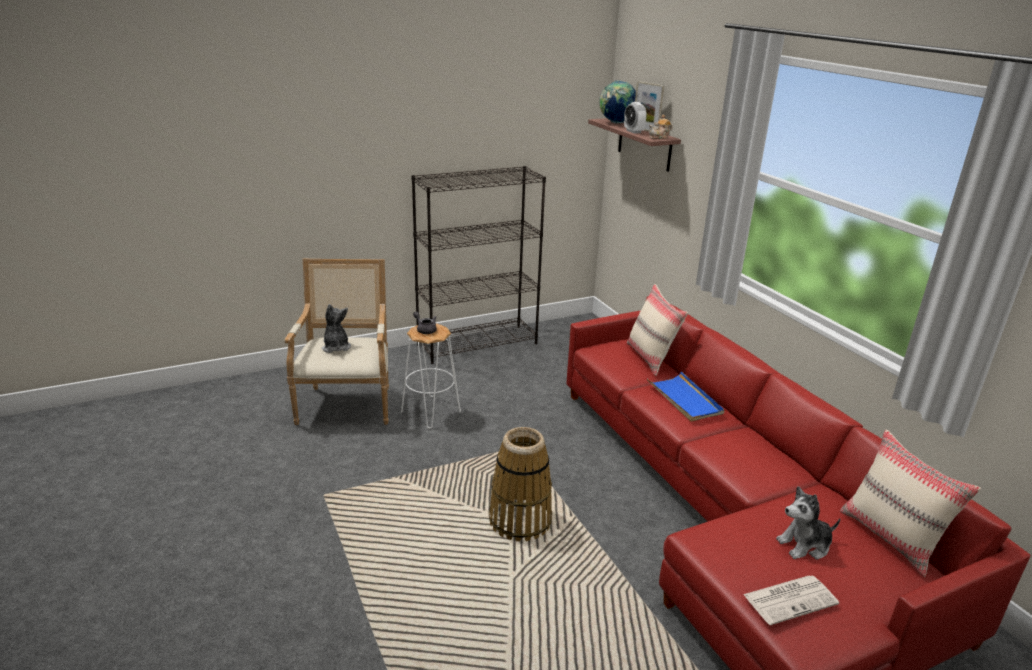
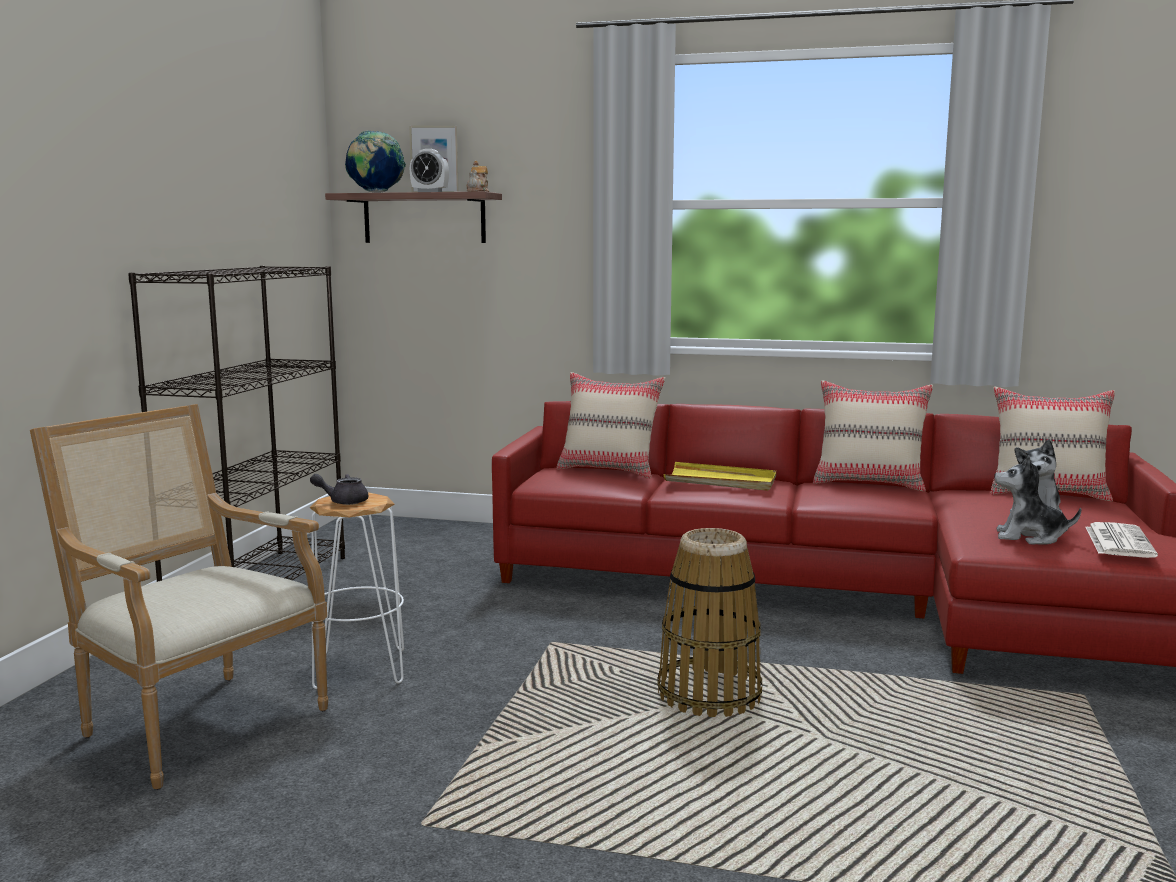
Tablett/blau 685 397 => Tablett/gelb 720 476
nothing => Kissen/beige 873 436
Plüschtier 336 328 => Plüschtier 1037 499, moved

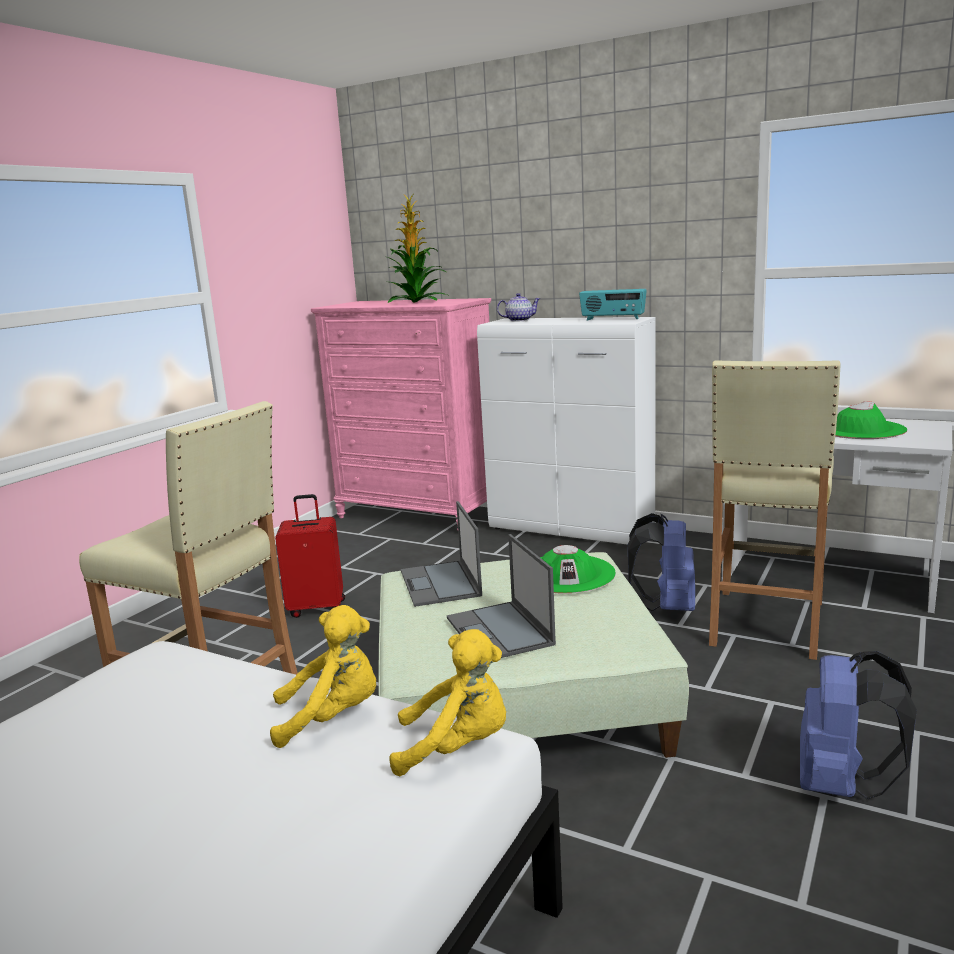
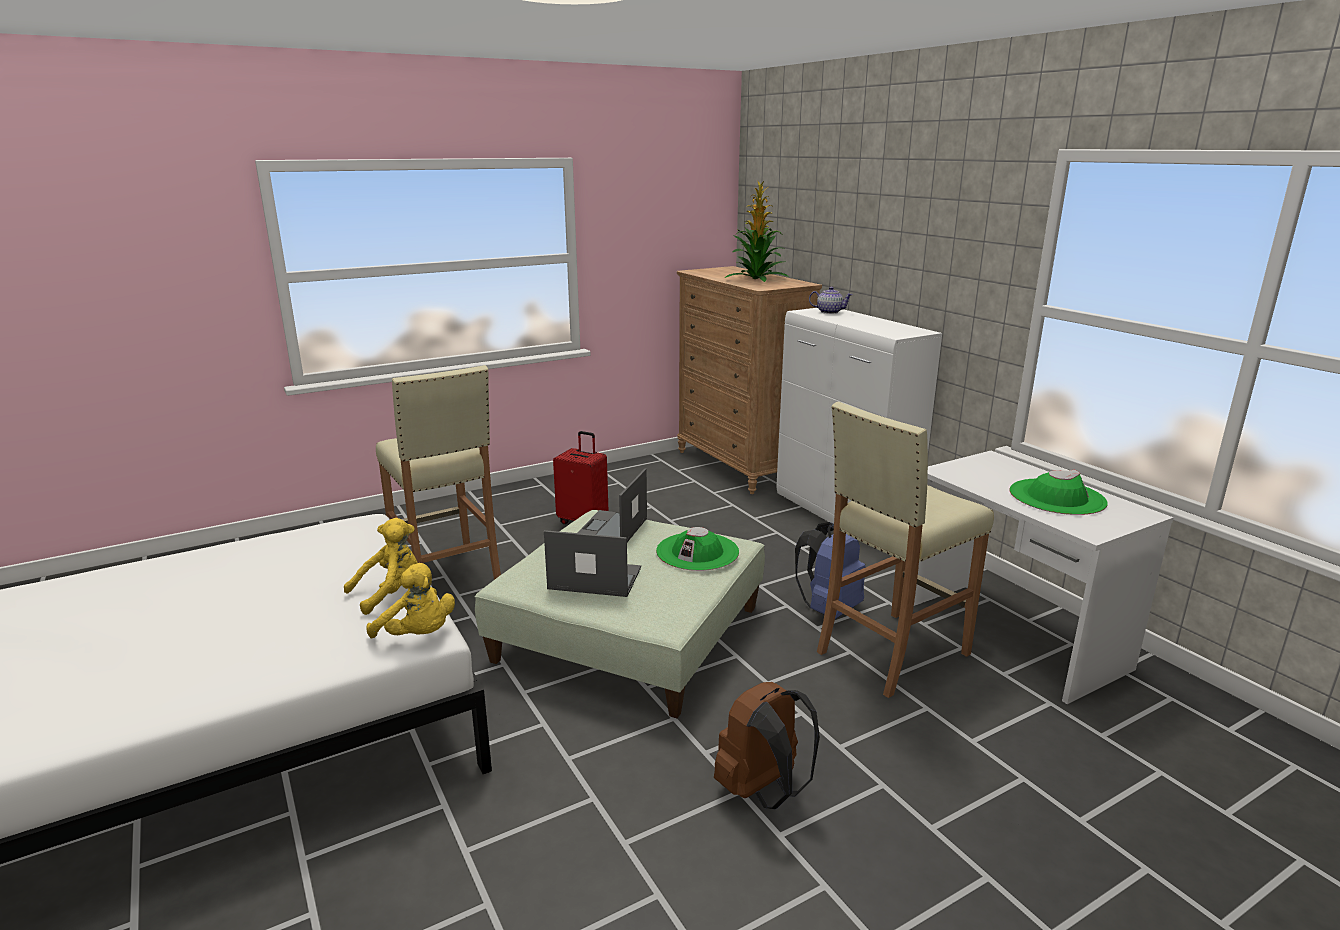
Plüschtier/gelb 323 676 => Plüschtier/gelb 381 566, 60 degrees counterclockwise
Laptop 501 596 => Laptop 592 563, 90 degrees clockwise
Kommode/rosa 401 414 => Kommode/braun 749 380
Rucksack/blau 858 725 => Rucksack/braun 767 745
Radio 613 304 => nothing

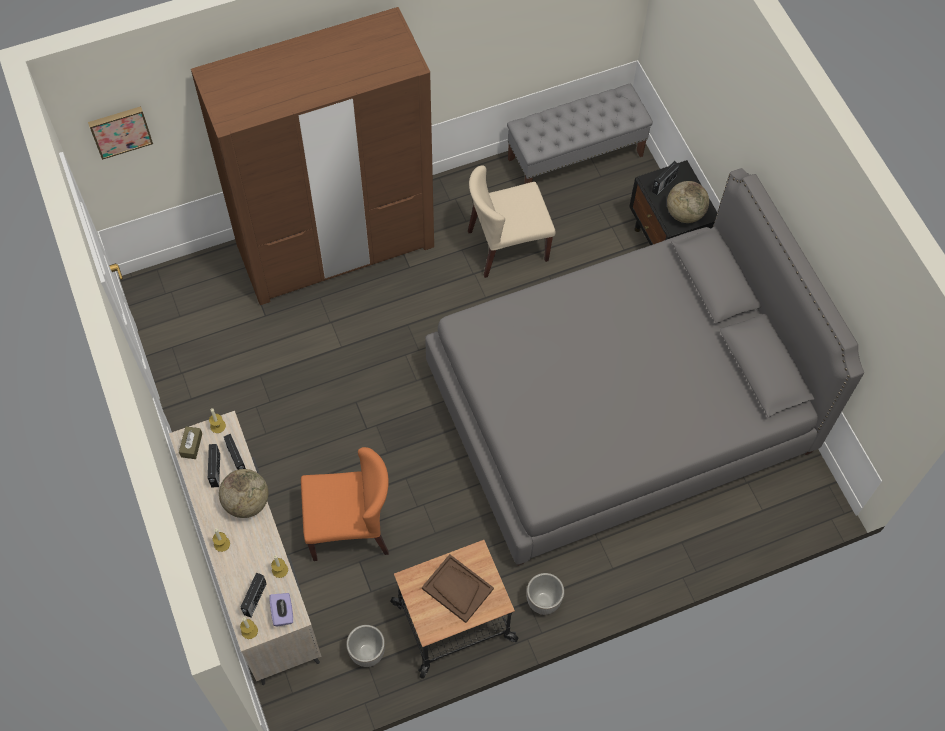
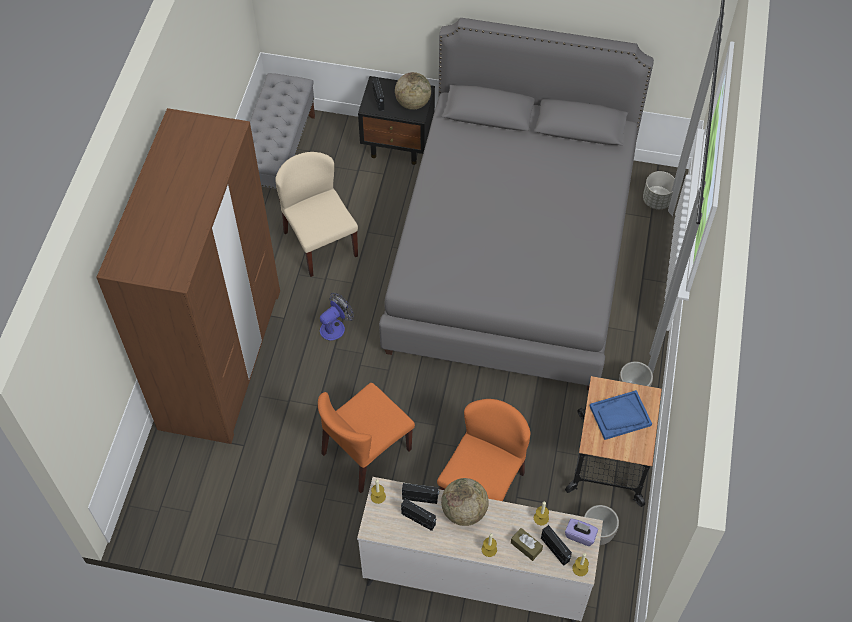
Stuhl/beige 512 222 => Stuhl/beige 316 214, 135 degrees clockwise
nothing => Stuhl/orange 366 438
nothing => Ventilator 337 317
Taschentuchbox/braun 190 442 => Taschentuchbox/braun 527 544, moved
Tablett/braun 458 588 => Tablett/blau 621 415
nothing => Pflanzkübel/grau 659 190
Bild 120 133 => nothing

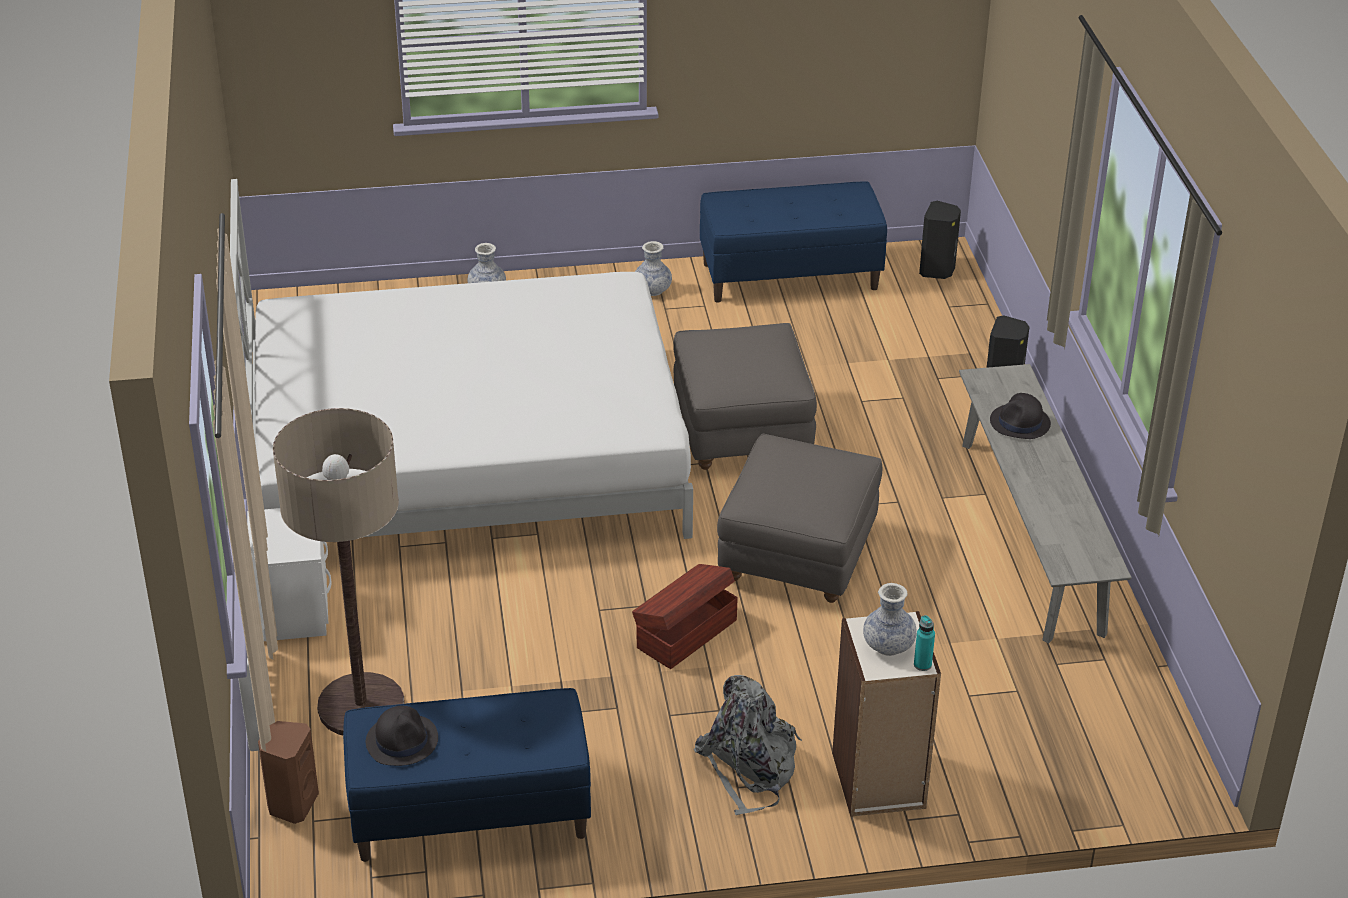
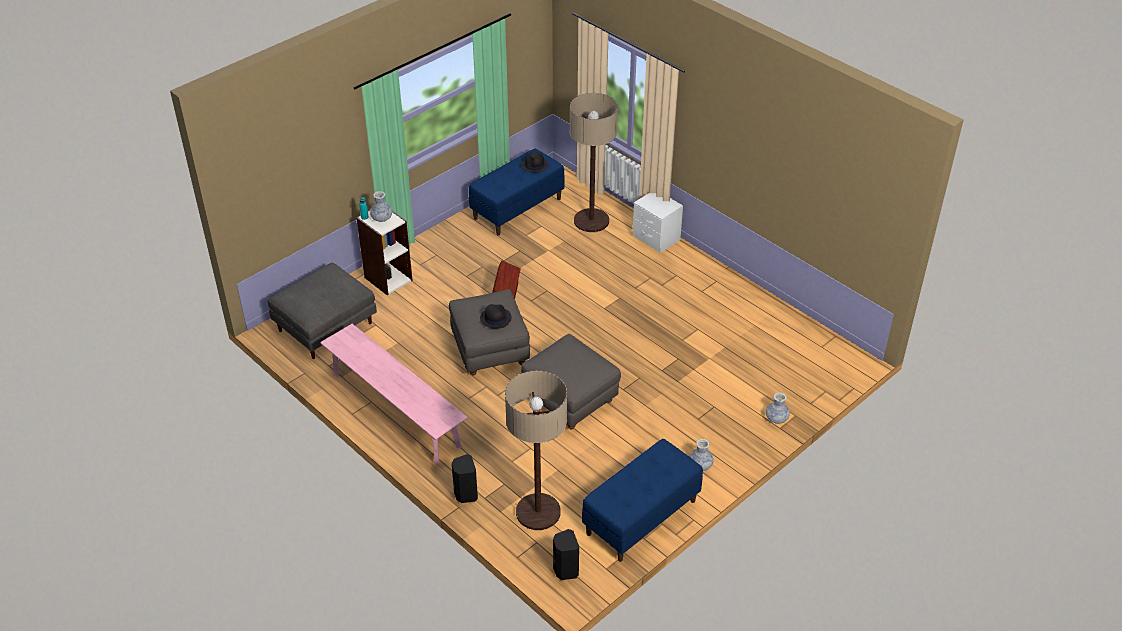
nothing => Polsterhocker/grau 322 311
Bank/grau 1045 504 => Bank/rosa 394 394
Hut/schwarz 1020 416 => Hut/schwarz 496 316, moved
nothing => Stehlampe 536 450
Bett/weiß 461 359 => nothing
Lautsprecher/braun 288 772 => nothing
Rucksack/grau 748 745 => nothing

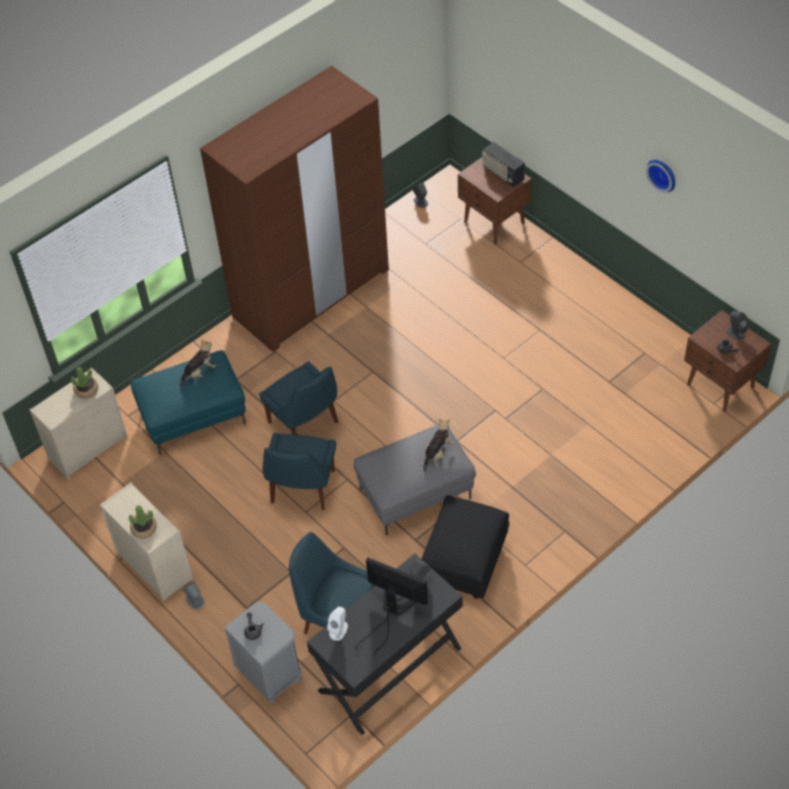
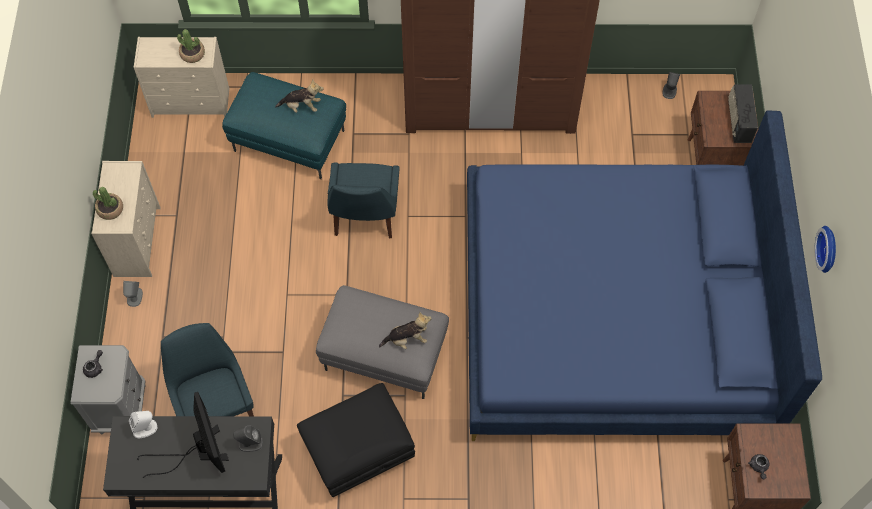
nothing => Bett/blau 644 275
Stuhl/blau 299 471 => nothing
Lautsprecher/grau 737 325 => nothing

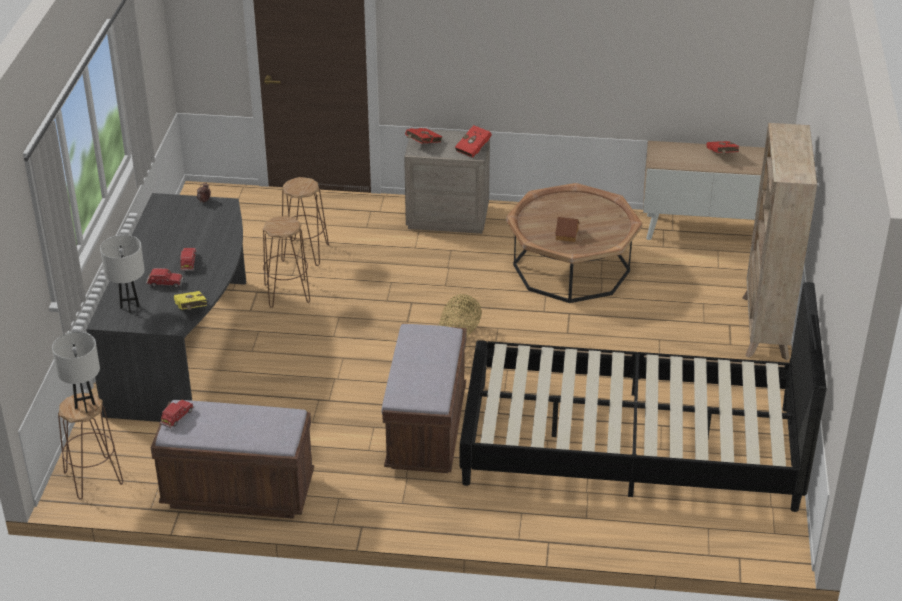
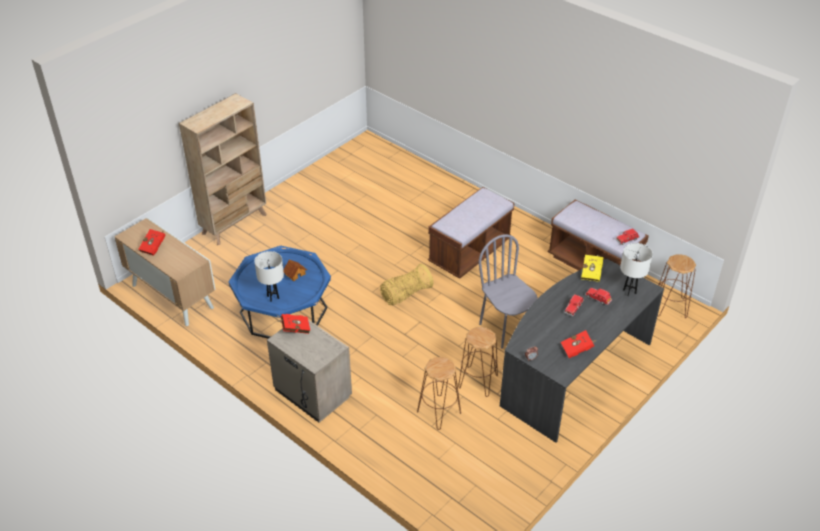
Couchtisch/braun 574 243 => Couchtisch/blau 280 292
Tischlampe/weiß 76 372 => Tischlampe/weiß 269 276, moved
nothing => Stuhl/grau 508 291
Buch/rot 423 136 => Buch/rot 578 344, moved
Bett/schwarz 643 397 => nothing

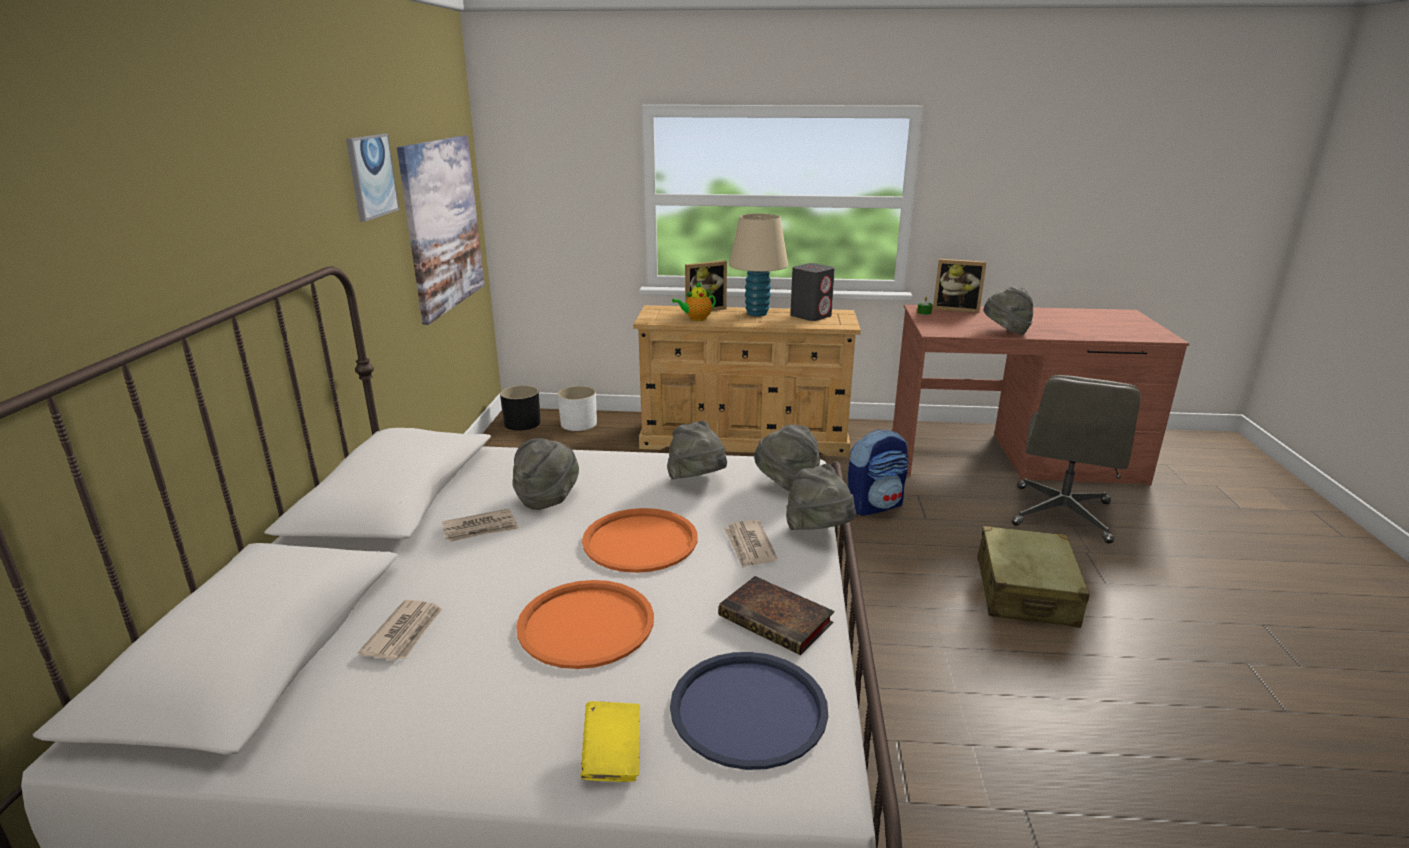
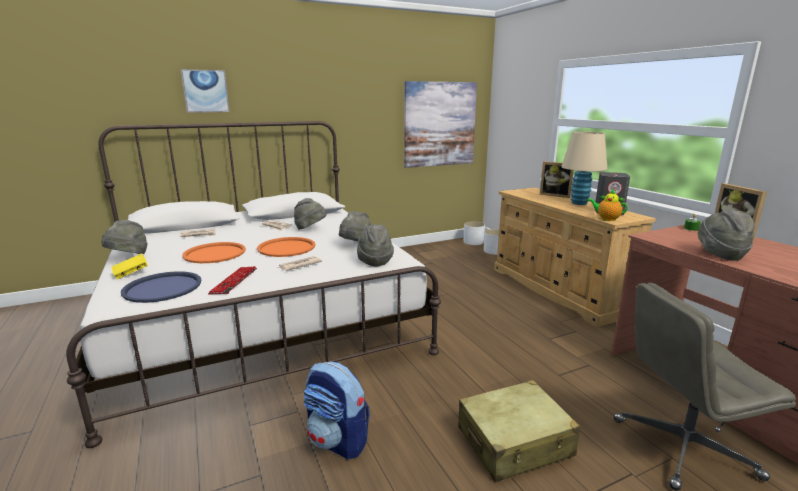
Hut/grau 821 497 => Hut/grau 125 237, moved
Bild 372 178 => Bild 205 91, moved
Buch 776 615 => Tastatur 232 280
Rucksack 878 472 => Rucksack 336 410, moved
Pflanzkübel/schwarz 520 408 => Pflanzkübel/weiß 474 233
Teekanne 694 301 => Teekanne 607 205, moved

